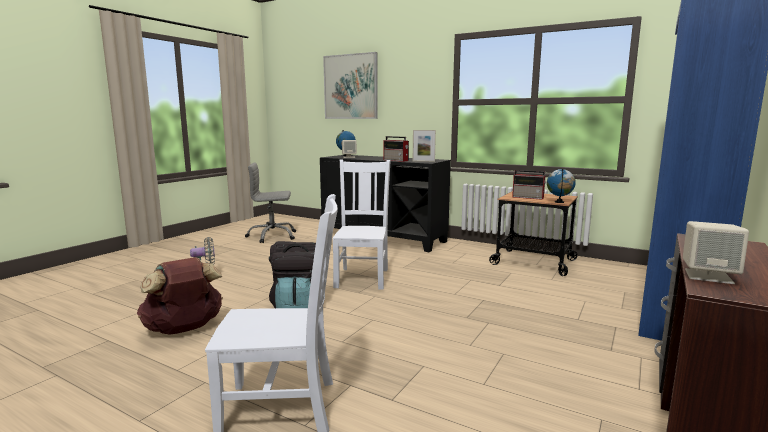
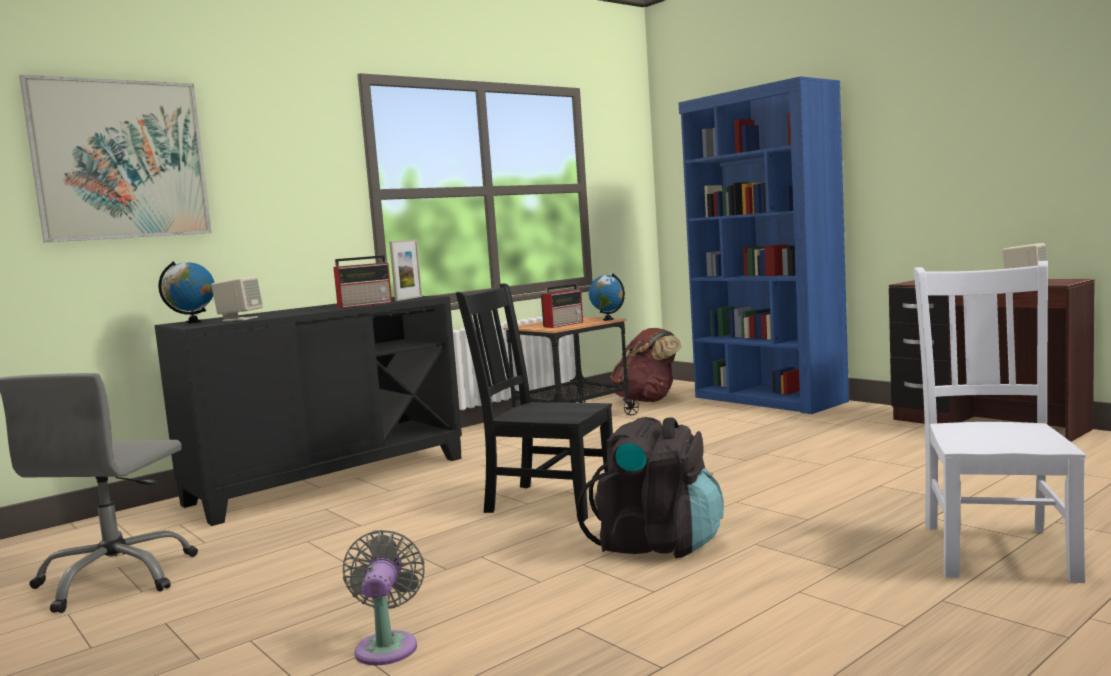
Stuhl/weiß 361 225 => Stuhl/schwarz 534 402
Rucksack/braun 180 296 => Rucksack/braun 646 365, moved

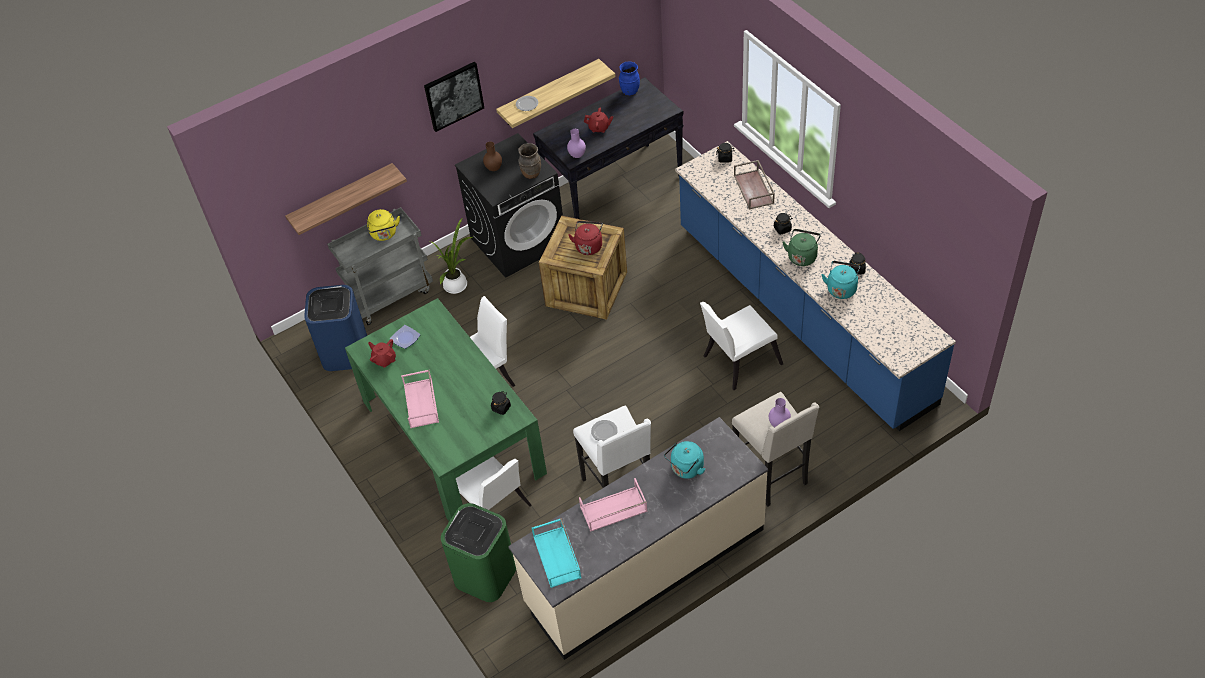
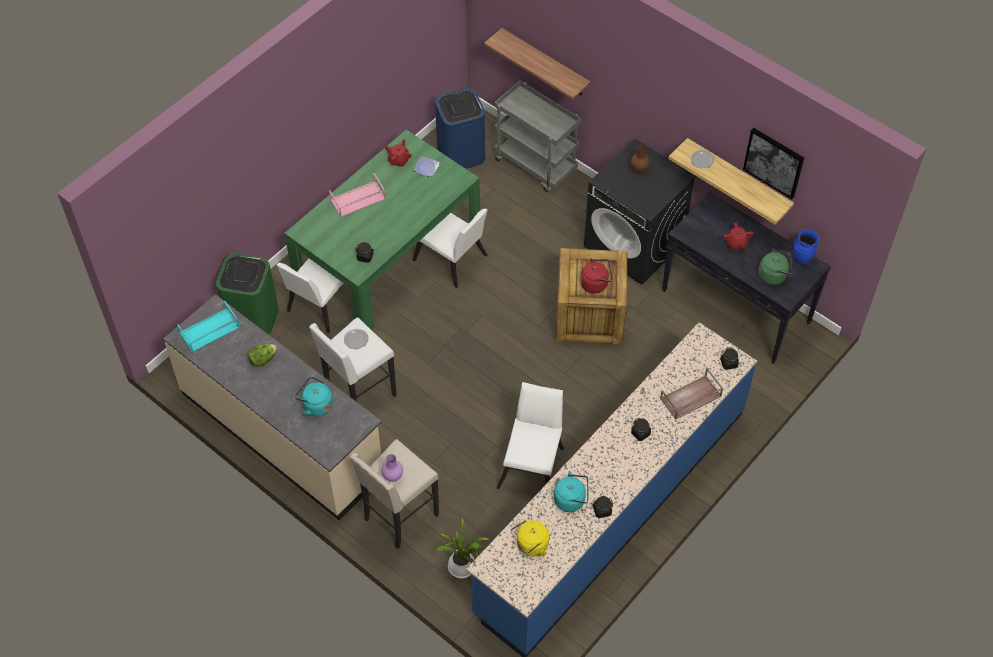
Tablett/rosa 613 505 => Salatkopf 262 355
Topfpflanze 451 256 => Topfpflanze 463 548, moved
Stuhl/weiß 741 346 => Stuhl/weiß 530 435, 60 degrees clockwise
Wasserkessel/gelb 383 225 => Wasserkessel/gelb 530 538, moved
Bild 454 97 => Bild 773 163, moved
Wasserkessel/grün 801 247 => Wasserkessel/grün 775 266, moved
Vase/braun 529 161 => nothing
Vase/lila 576 143 => nothing

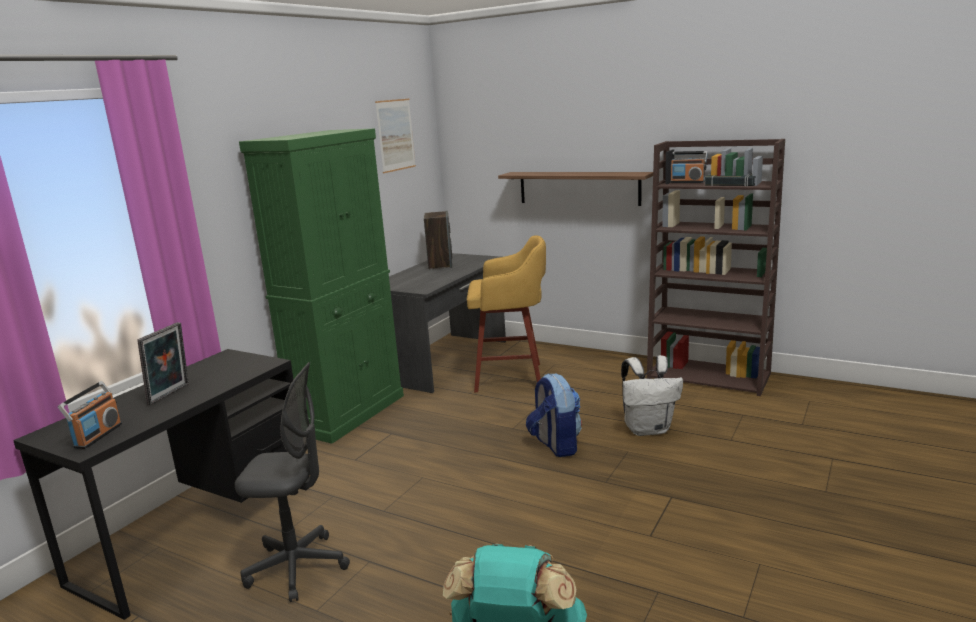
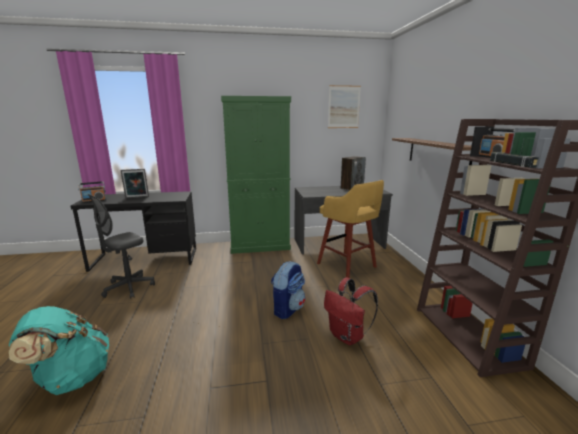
Bürostuhl/grau 292 482 => Bürostuhl/grau 121 246, 75 degrees clockwise
Rucksack/weiß 652 395 => Rucksack/rot 351 311

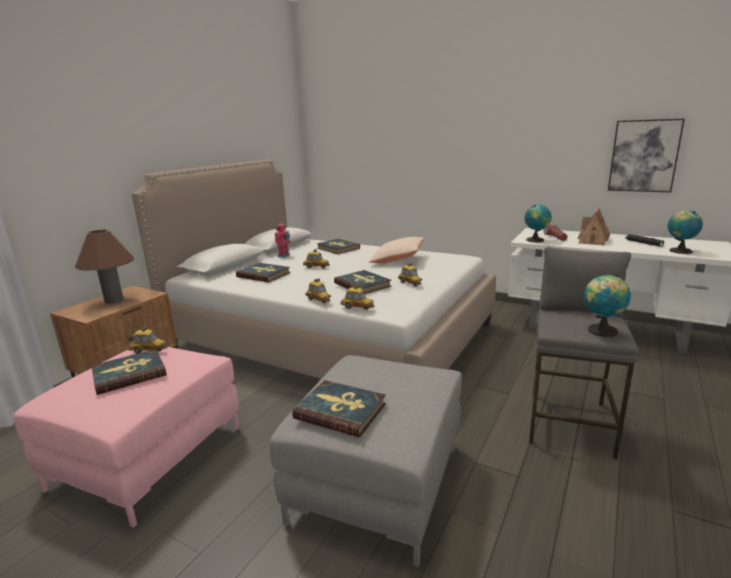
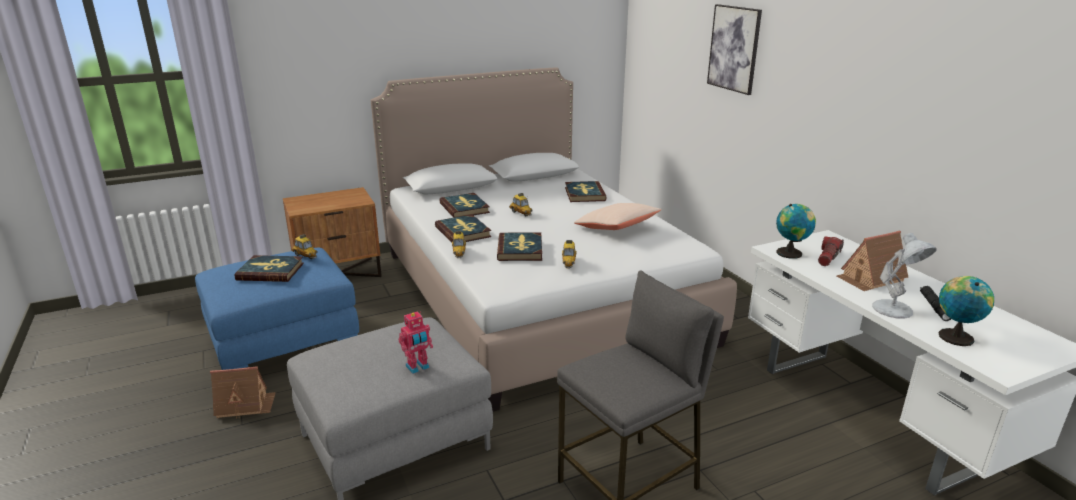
Polsterhocker/rosa 126 437 => Polsterhocker/blau 277 309
nothing => Spielzeughaus 243 392
Spielzeugroboter 283 240 => Spielzeugroboter 416 342, moved
Buch 339 408 => Buch 463 228, moved
Bild 646 155 => Bild 734 49, moved
nothing => Tischlampe/weiß 904 276
Tischlampe/braun 104 267 => nothing
Spielzeugauto 357 297 => nothing
Globus 607 305 => nothing

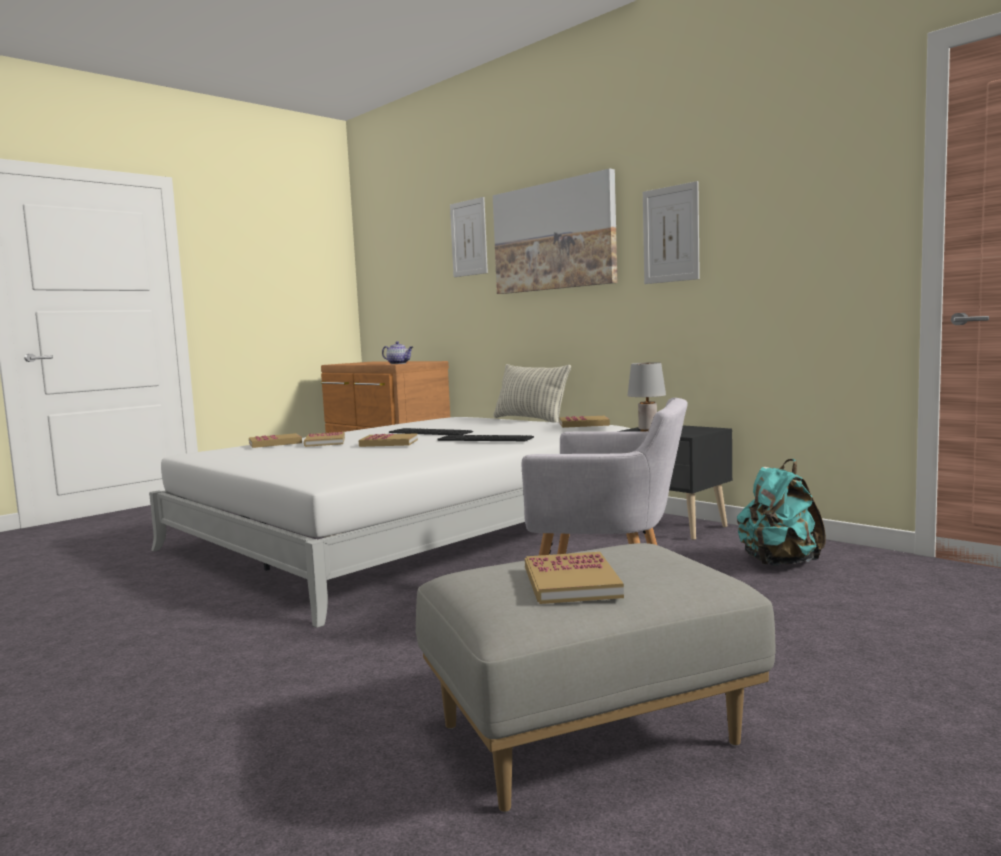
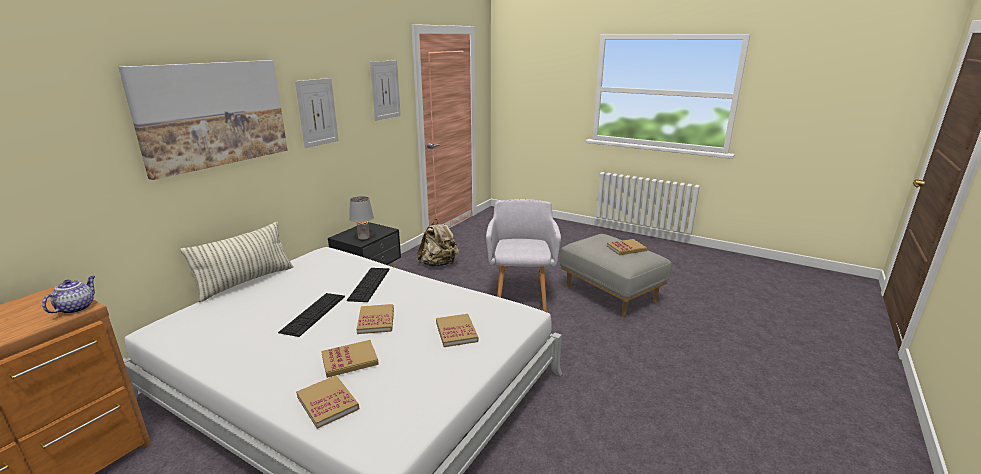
Bild 469 237 => Bild 385 90, moved
Rucksack/türkis 781 512 => Rucksack/beige 438 243
Buch 584 422 => Buch 457 330, moved

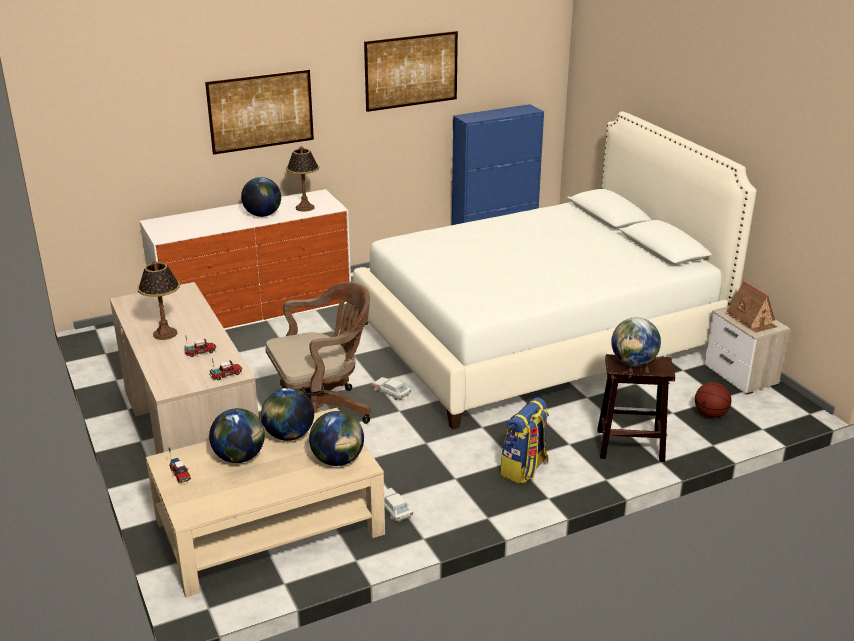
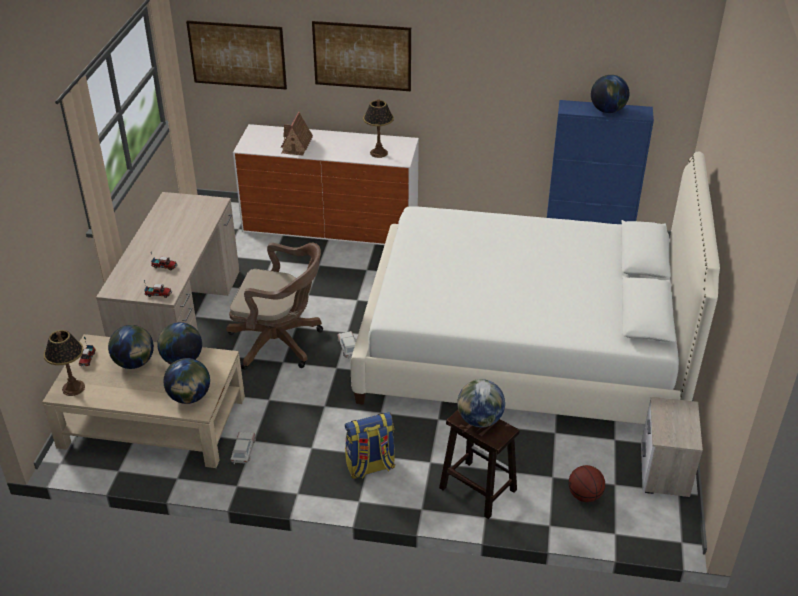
Tischlampe 158 300 => Tischlampe 64 363, moved
Bild 411 71 => Bild 236 55, moved
Spielzeughaus 752 306 => Spielzeughaus 297 133, moved
Globus 261 197 => Globus 610 94, moved

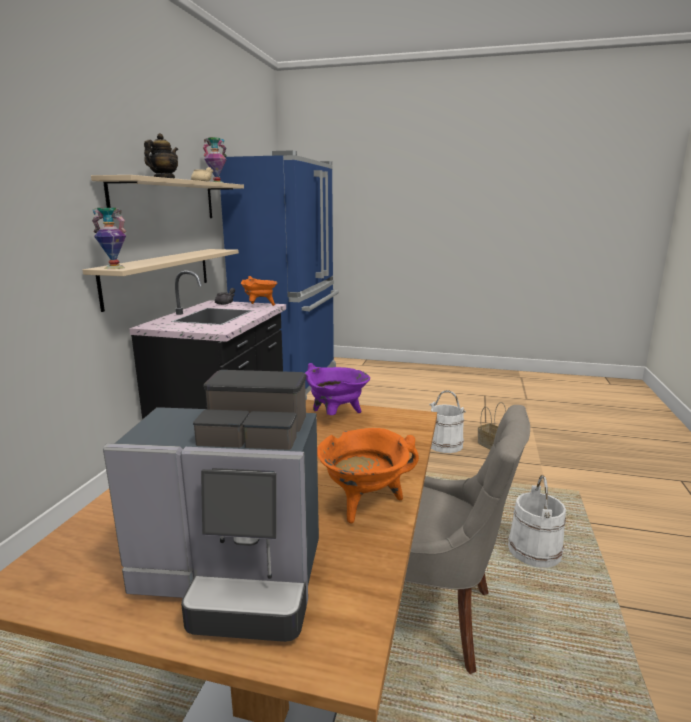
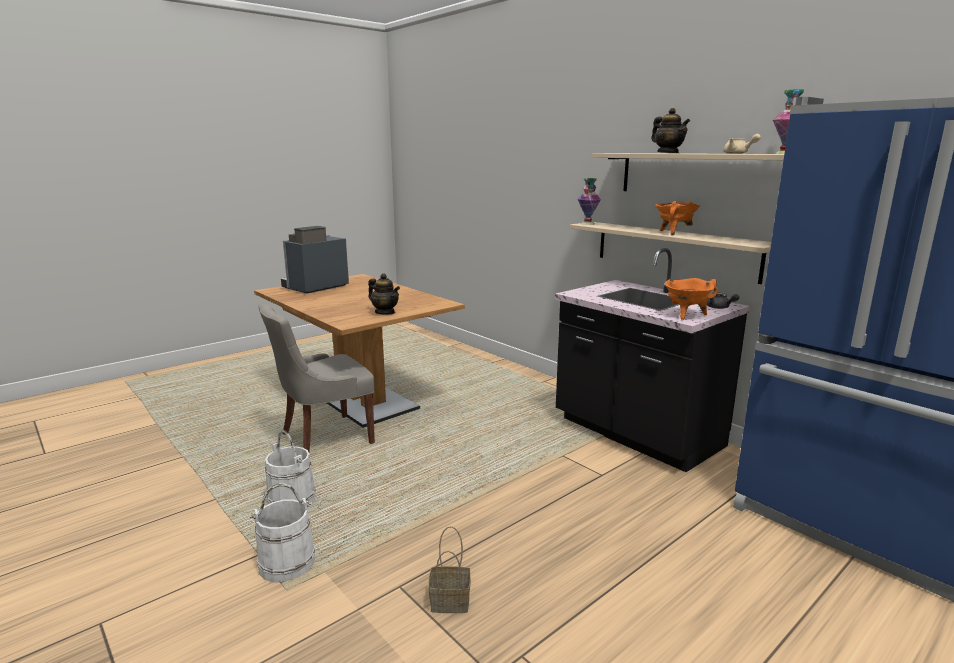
Eimer/weiß 447 421 => Eimer/weiß 282 533, moved
Kochtopf/lila 337 389 => Teekanne 384 294
Kochtopf/orange 368 476 => Kochtopf/orange 677 218, moved

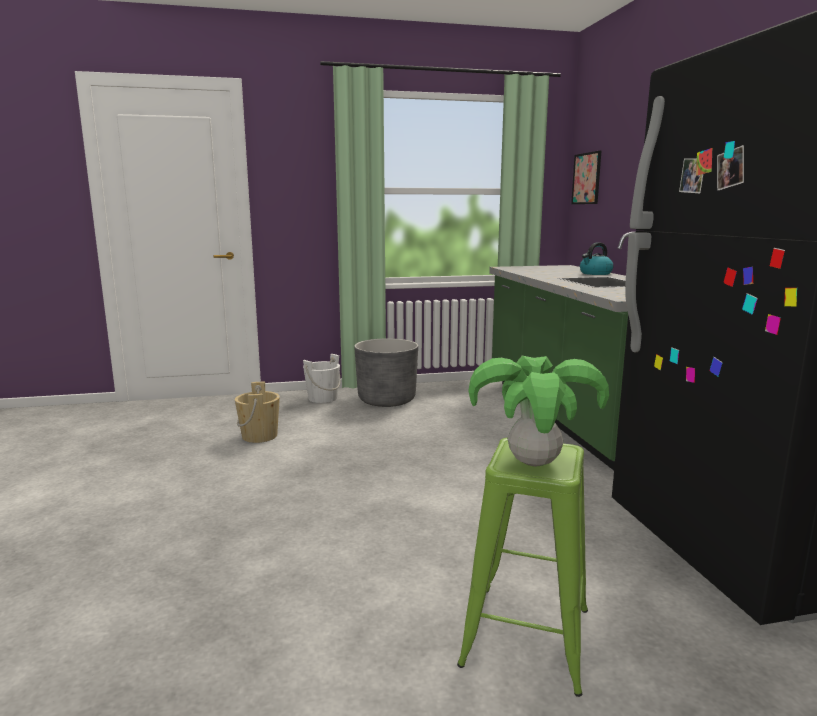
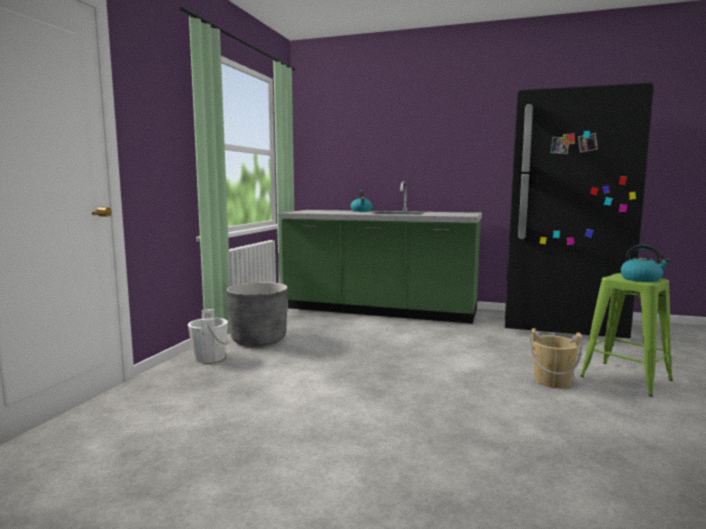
Eimer/beige 257 412 => Eimer/beige 555 358, moved
Topfpflanze 538 411 => Wasserkessel 646 263
Bild 586 177 => nothing

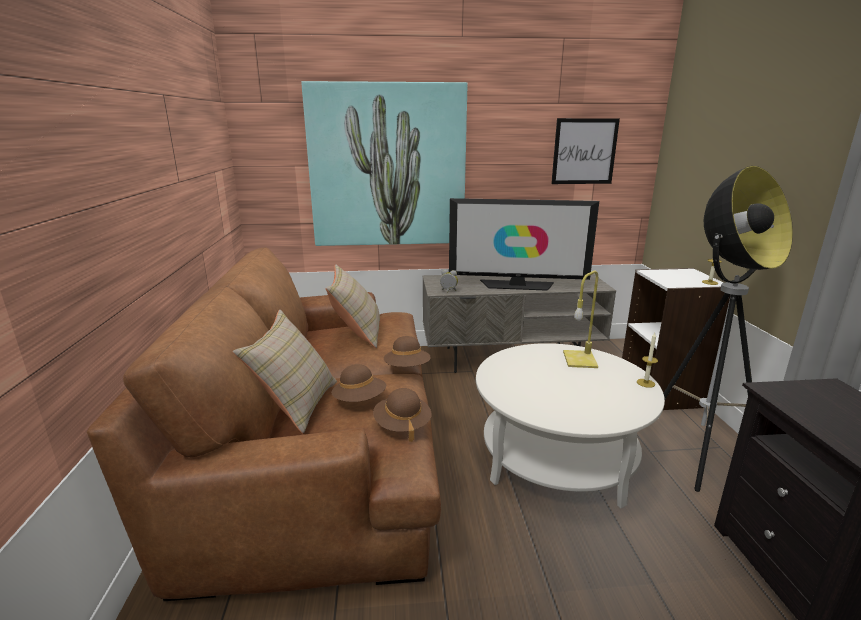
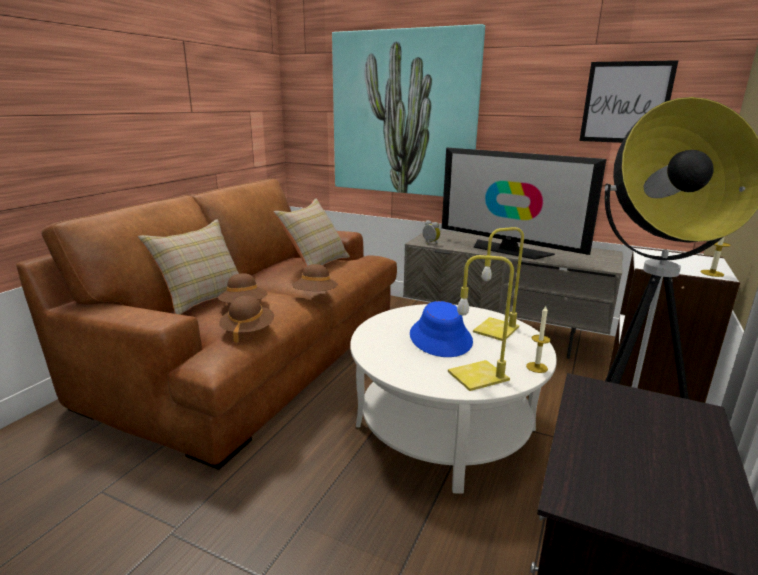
nothing => Hut/blau 441 329
nothing => Tischlampe/gelb 481 323

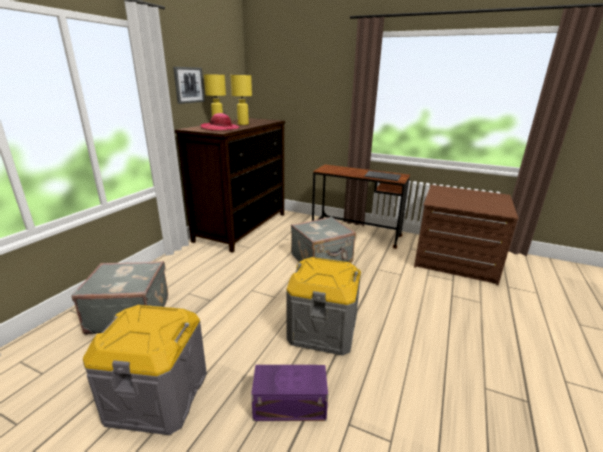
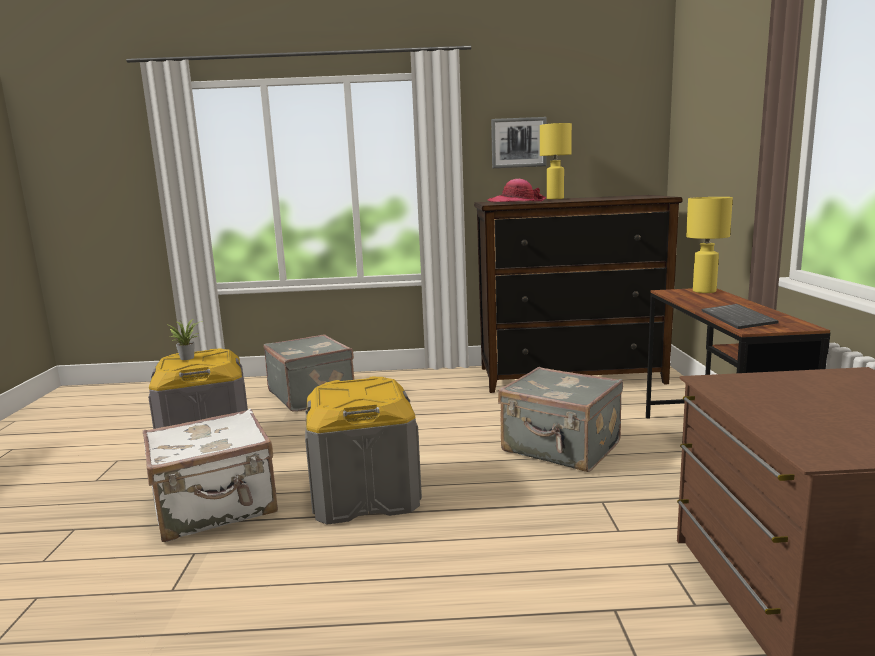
Aufbewahrungsbox/lila 289 393 => Koffer/weiß 210 475
nothing => Topfpflanze 186 339
Tischlampe/gelb 241 100 => Tischlampe/gelb 709 245, moved

